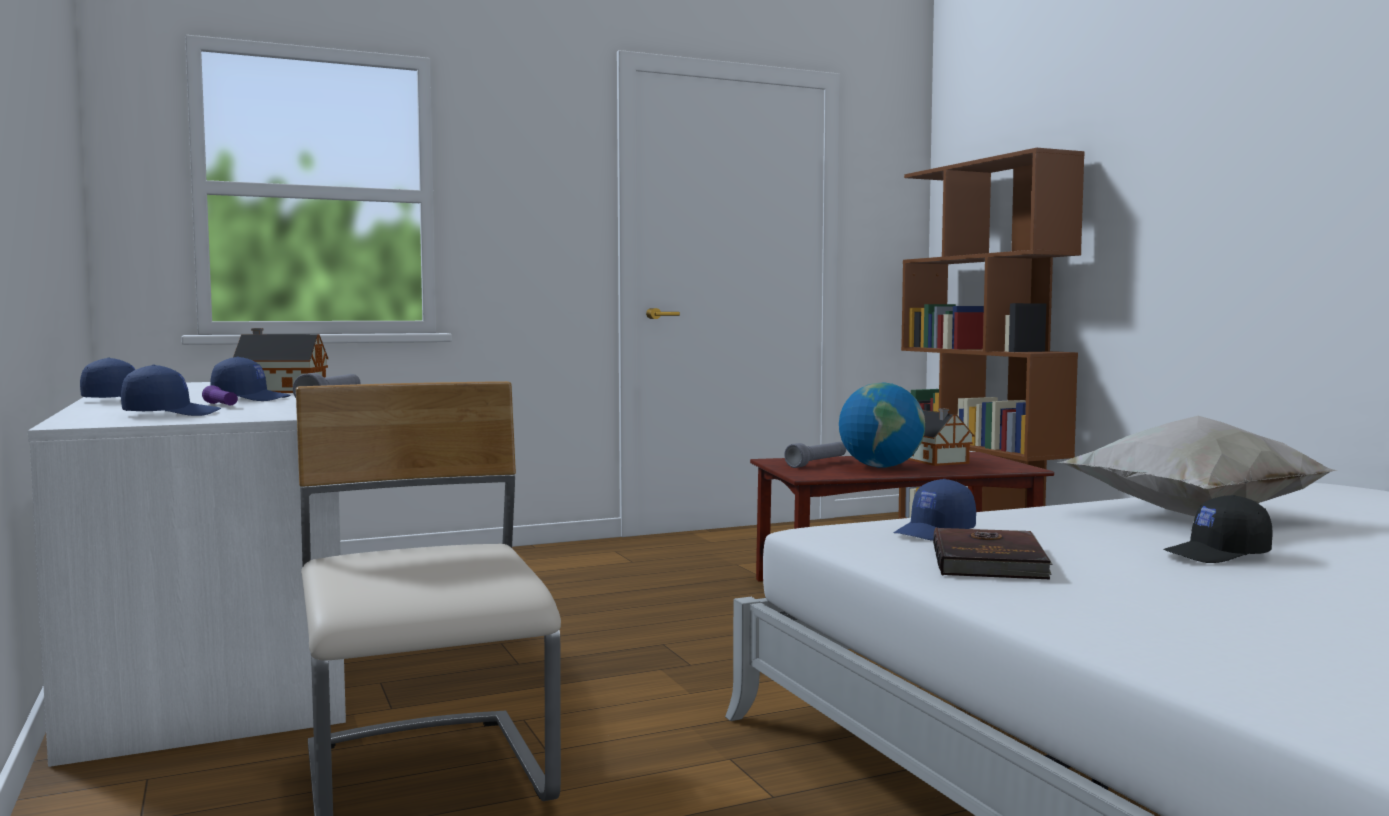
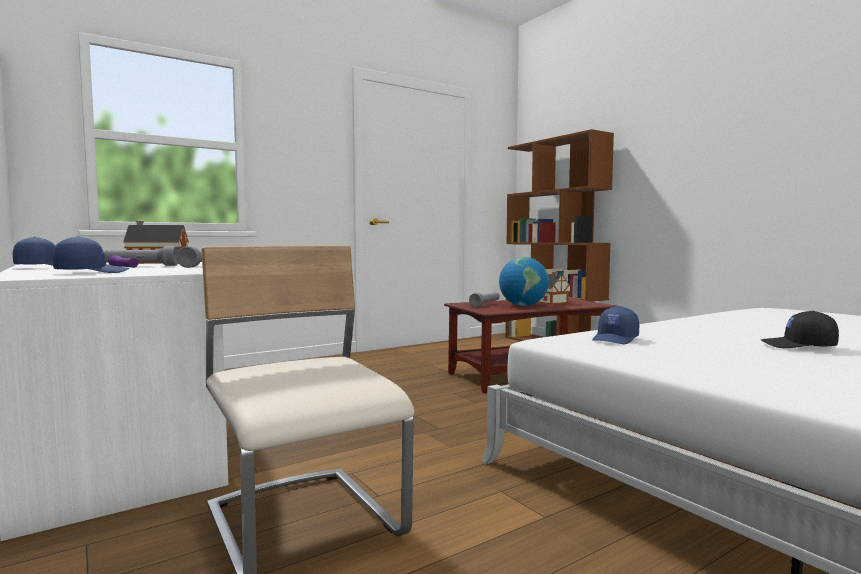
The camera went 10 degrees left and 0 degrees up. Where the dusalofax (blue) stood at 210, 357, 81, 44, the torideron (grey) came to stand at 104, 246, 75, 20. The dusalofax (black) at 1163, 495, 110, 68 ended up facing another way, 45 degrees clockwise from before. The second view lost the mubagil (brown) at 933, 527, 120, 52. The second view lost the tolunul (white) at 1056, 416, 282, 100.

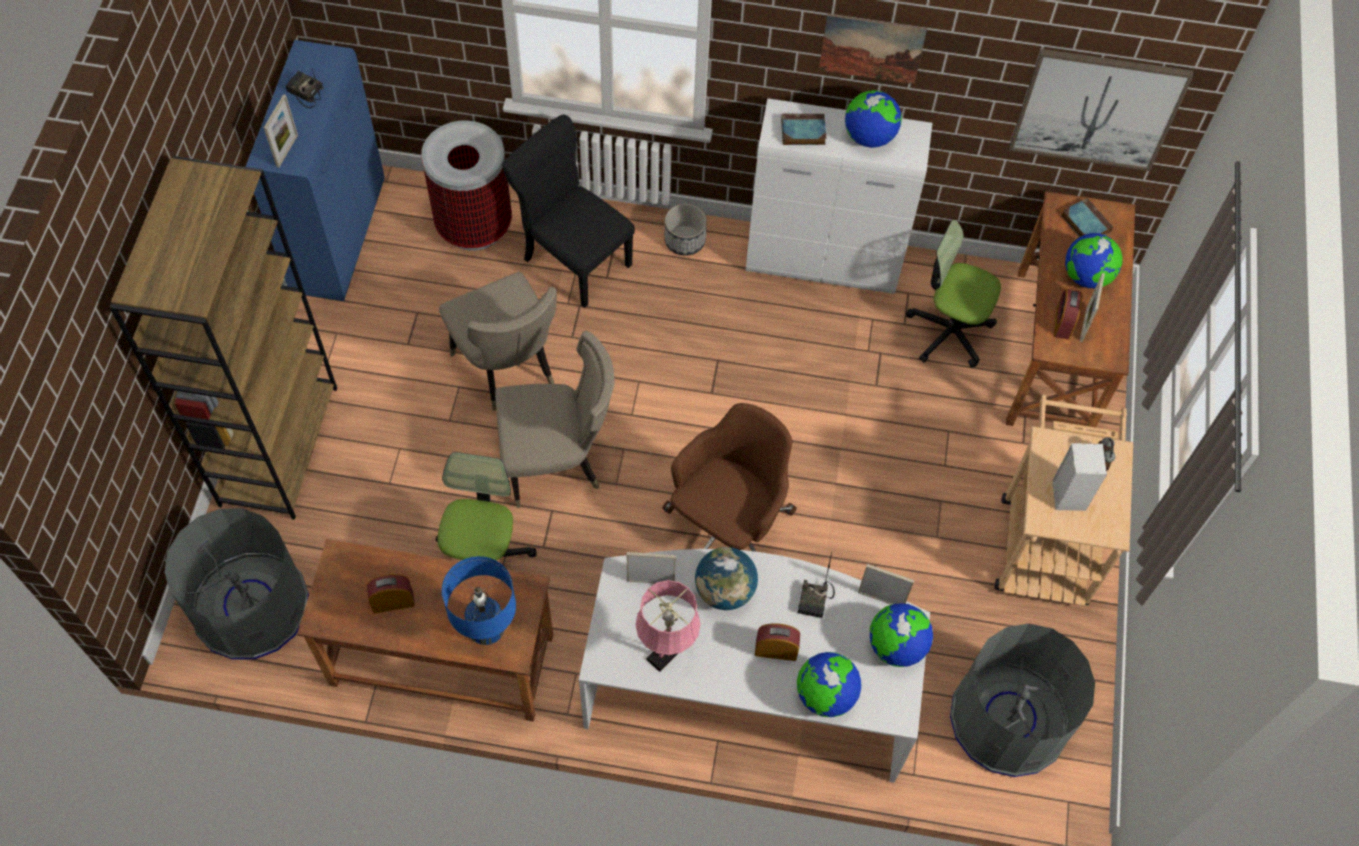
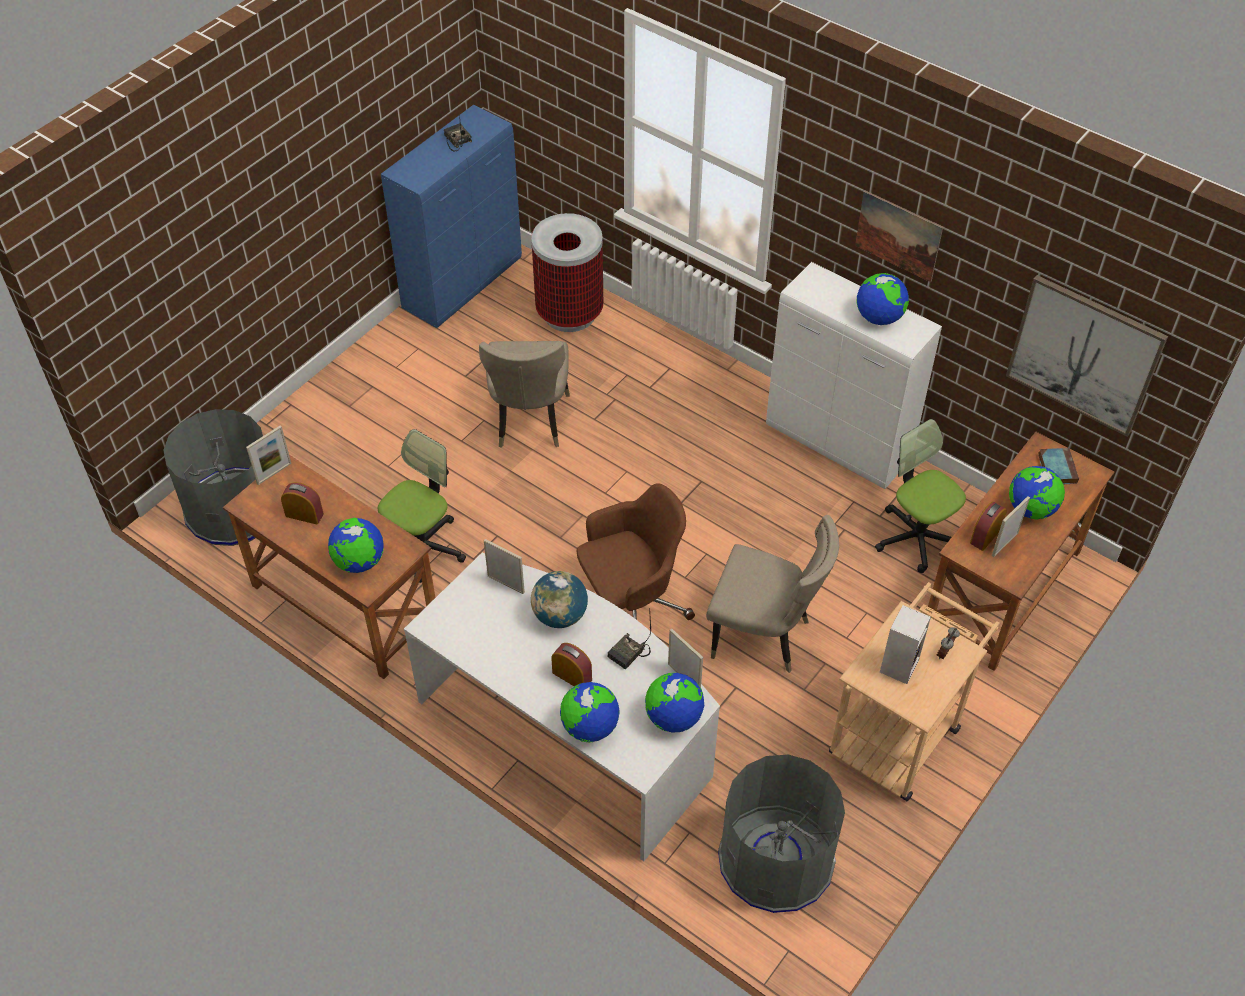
The camera went 30 degrees right and 10 degrees down. The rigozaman ended up elsewhere, having gone from 264, 94, 34, 74 to 246, 426, 45, 59. Where the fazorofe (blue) stood at 442, 556, 74, 89, the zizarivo came to stand at 328, 518, 56, 55. The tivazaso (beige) ended up elsewhere, having gone from 495, 330, 120, 178 to 706, 515, 133, 158. The second view lost the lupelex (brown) at 109, 156, 228, 364. The second view lost the tivazaso (black) at 502, 114, 133, 194. The second view lost the fazorofe (pink) at 636, 580, 65, 92. The second view lost the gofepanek at 664, 204, 43, 52. The second view lost the mubagil at 781, 114, 45, 31.

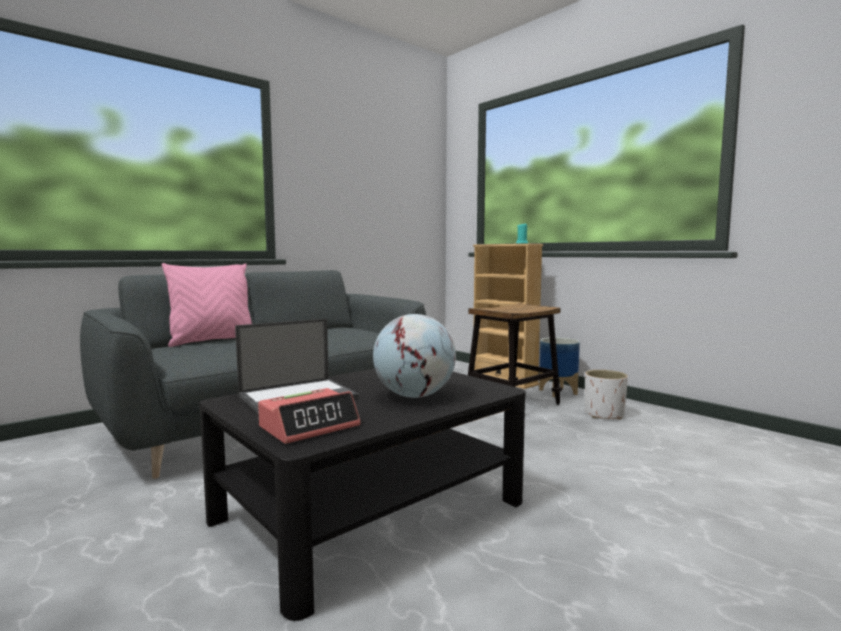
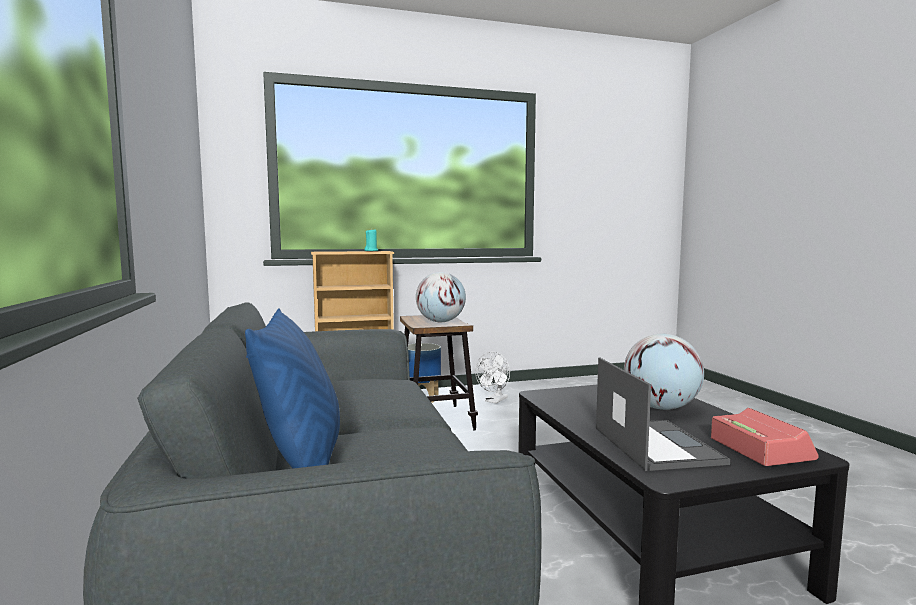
The camera went 65 degrees left and 0 degrees up. What was the tolunul (pink) at 162, 263, 90, 84 turned into the tolunul (blue) at 245, 308, 95, 160. The second view gained the zizarivo at 416, 272, 50, 50. Where the gofepanek (white) stood at 585, 370, 43, 49, the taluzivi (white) came to stand at 475, 352, 35, 52.

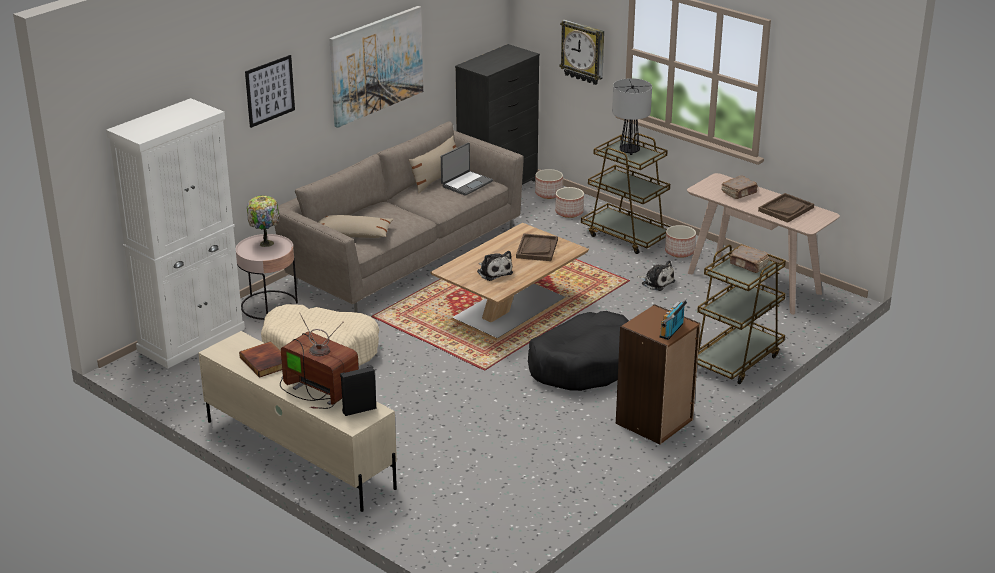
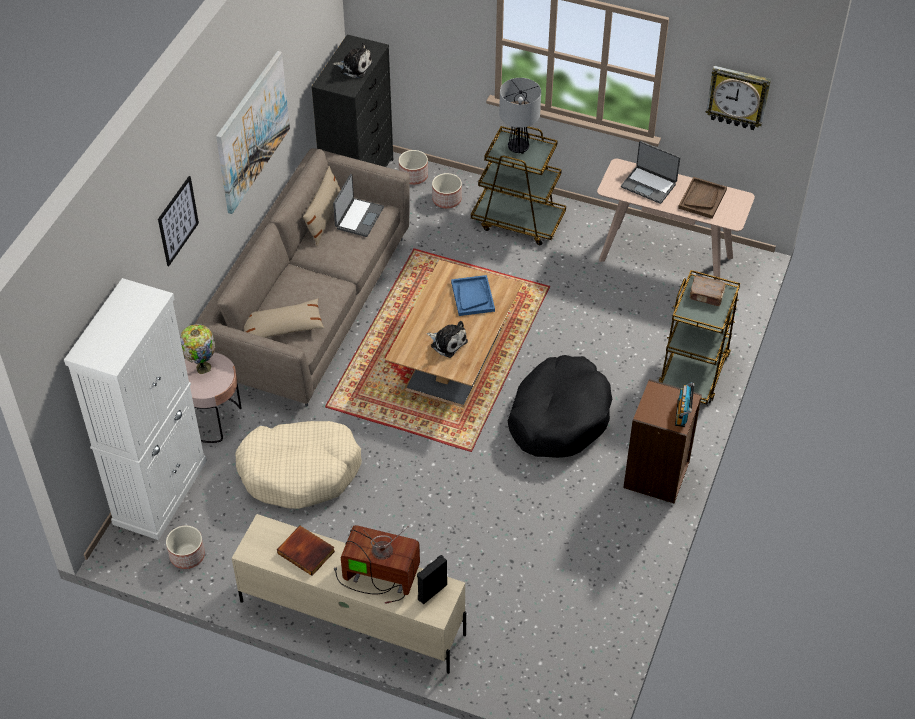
The camera went 20 degrees left and 20 degrees up. The gofepanek ended up elsewhere, having gone from 665, 225, 31, 33 to 166, 526, 39, 43. The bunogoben ended up elsewhere, having gone from 637, 260, 38, 31 to 333, 42, 40, 36. What was the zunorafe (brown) at 516, 234, 42, 27 turned into the zunorafe (blue) at 451, 275, 44, 41. Where the mubagil (brown) stood at 722, 176, 36, 23, the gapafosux came to stand at 621, 141, 59, 63. The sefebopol ended up elsewhere, having gone from 559, 19, 45, 66 to 705, 65, 66, 65.

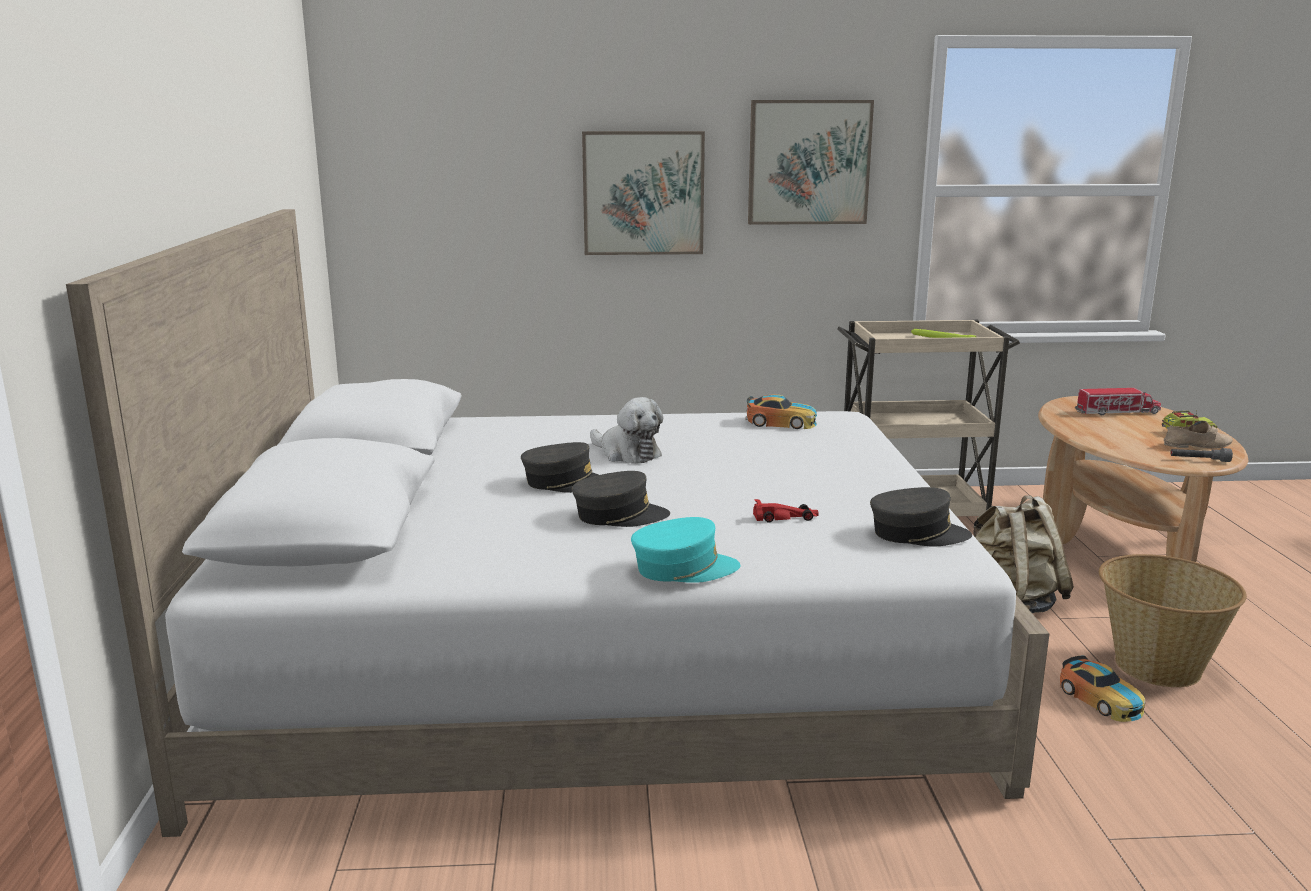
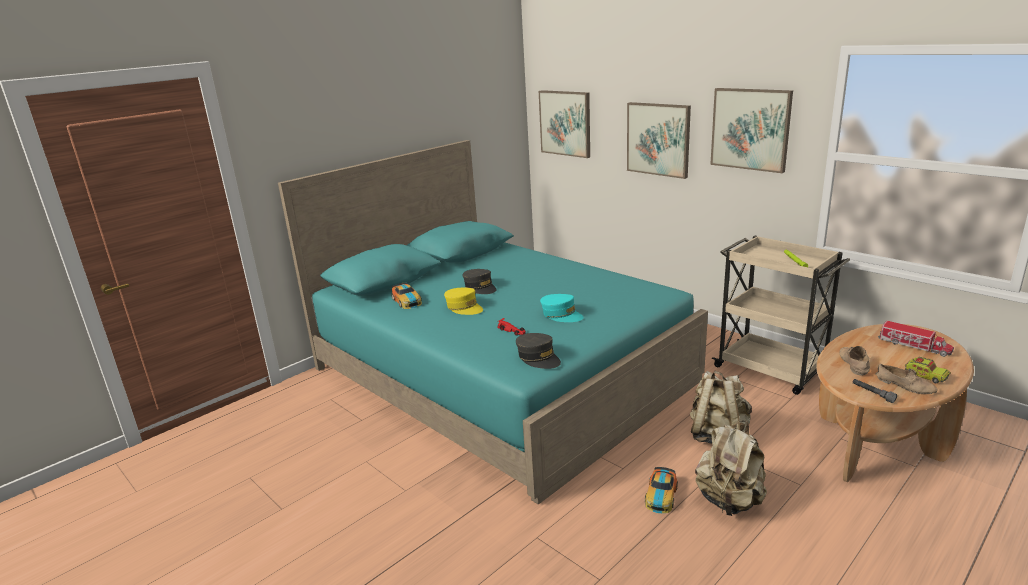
The camera went 50 degrees right and 5 degrees up. What was the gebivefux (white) at 66, 209, 983, 628 turned into the gebivefux (turquoise) at 278, 140, 430, 365. The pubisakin ended up elsewhere, having gone from 745, 394, 72, 35 to 392, 283, 30, 26. What was the dusalofax (grey) at 572, 471, 98, 56 turned into the dusalofax (yellow) at 444, 288, 39, 27. The second view gained the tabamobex at 539, 90, 51, 68. The dusalofax (turquoise) ended up elsewhere, having gone from 631, 517, 109, 66 to 540, 294, 44, 28. Where the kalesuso stood at 1099, 554, 148, 133, the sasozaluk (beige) came to stand at 695, 421, 72, 95. The second view gained the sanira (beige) at 839, 346, 31, 30. The second view lost the bunogoben at 590, 397, 73, 67.

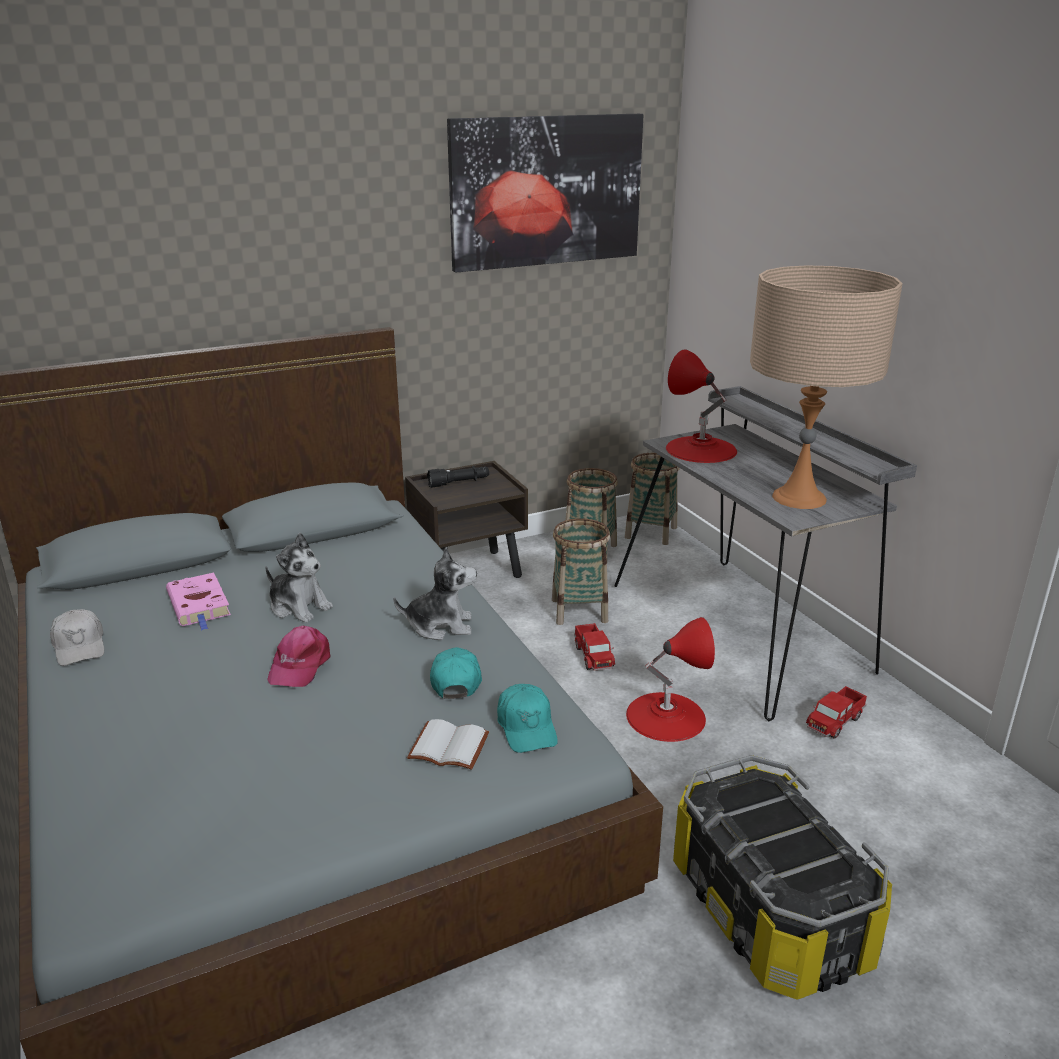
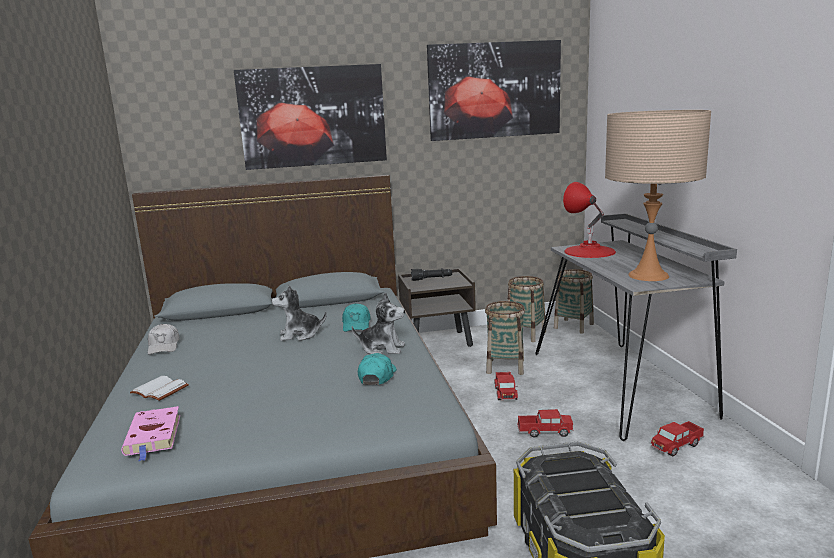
The camera went 15 degrees right and 10 degrees down. The mubagil (pink) ended up elsewhere, having gone from 166, 572, 65, 58 to 121, 406, 59, 56. The mubagil (white) ended up elsewhere, having gone from 407, 719, 82, 51 to 130, 376, 59, 25. The second view gained the tabamobex at 234, 64, 153, 106. The bunogoben at 265, 533, 68, 90 ended up facing another way, 120 degrees clockwise from before. The dusalofax (turquoise) ended up elsewhere, having gone from 497, 684, 61, 69 to 342, 303, 28, 29. Where the fazorofe (red) stood at 626, 617, 89, 125, the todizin came to stand at 517, 409, 57, 28. The second view lost the dusalofax (pink) at 267, 626, 64, 61.

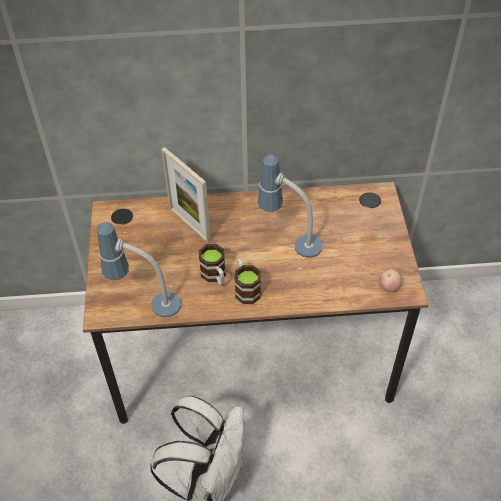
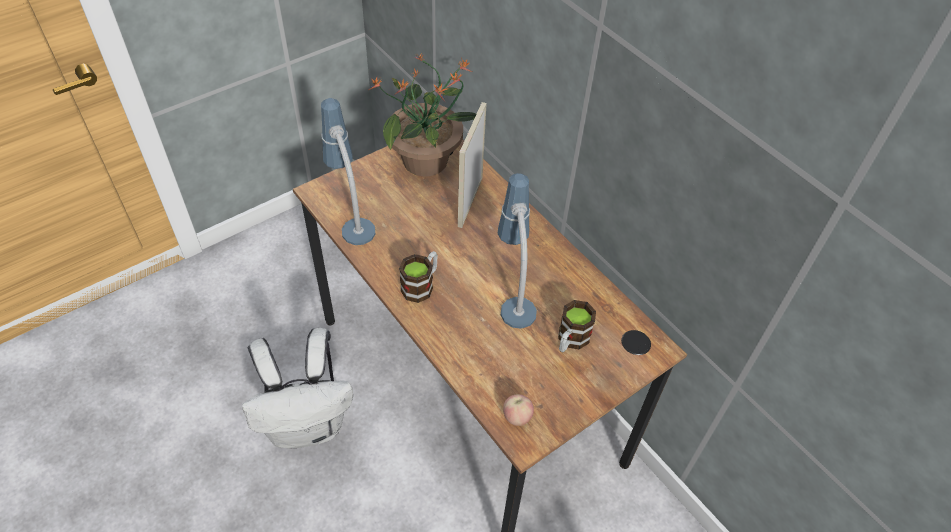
The camera went 55 degrees right and 0 degrees up. The second view gained the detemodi at 369, 54, 107, 122. The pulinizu ended up elsewhere, having gone from 199, 244, 26, 42 to 558, 300, 38, 52.

